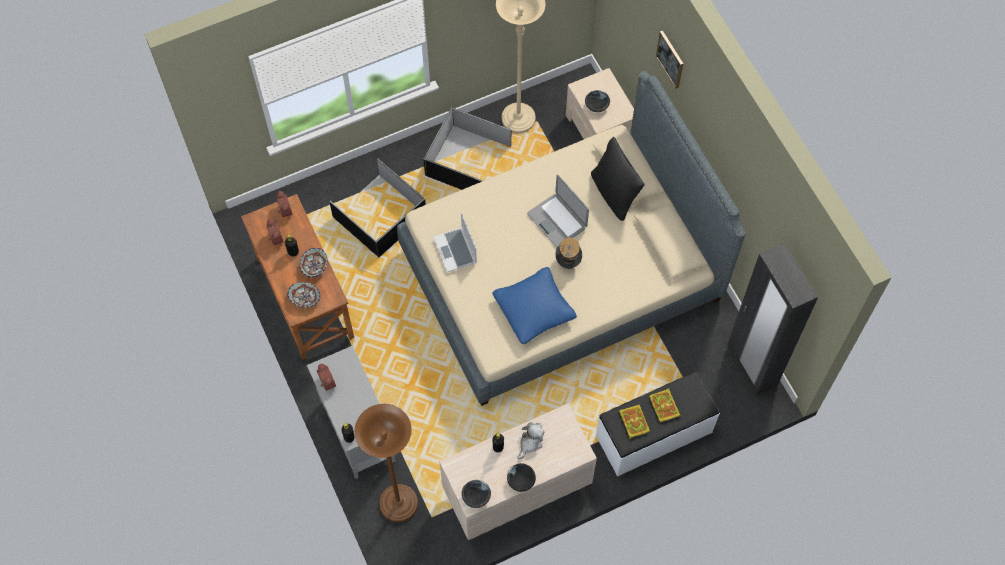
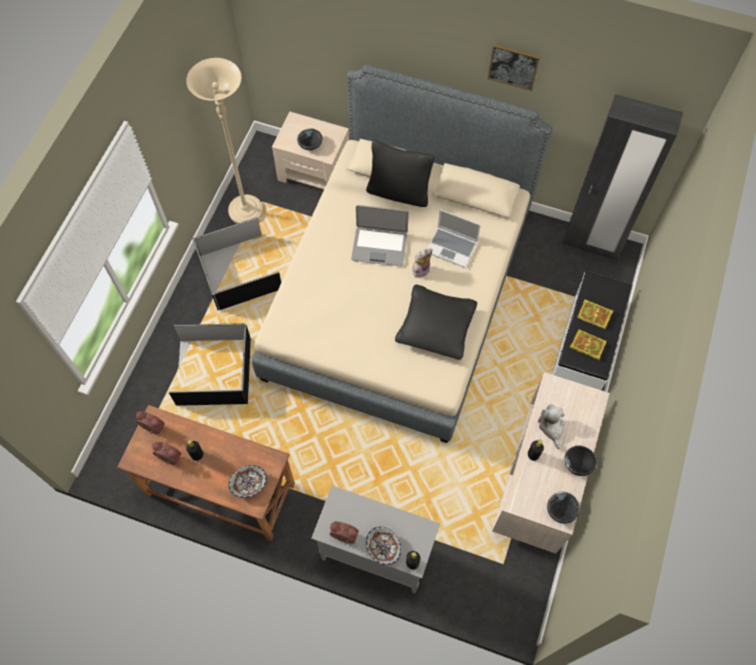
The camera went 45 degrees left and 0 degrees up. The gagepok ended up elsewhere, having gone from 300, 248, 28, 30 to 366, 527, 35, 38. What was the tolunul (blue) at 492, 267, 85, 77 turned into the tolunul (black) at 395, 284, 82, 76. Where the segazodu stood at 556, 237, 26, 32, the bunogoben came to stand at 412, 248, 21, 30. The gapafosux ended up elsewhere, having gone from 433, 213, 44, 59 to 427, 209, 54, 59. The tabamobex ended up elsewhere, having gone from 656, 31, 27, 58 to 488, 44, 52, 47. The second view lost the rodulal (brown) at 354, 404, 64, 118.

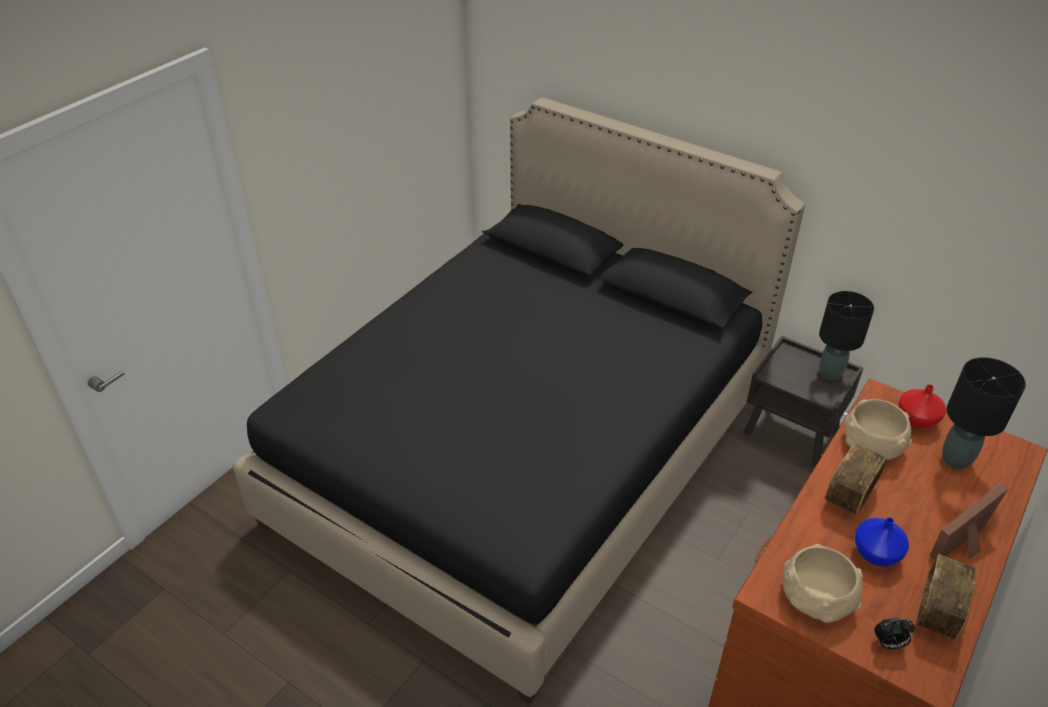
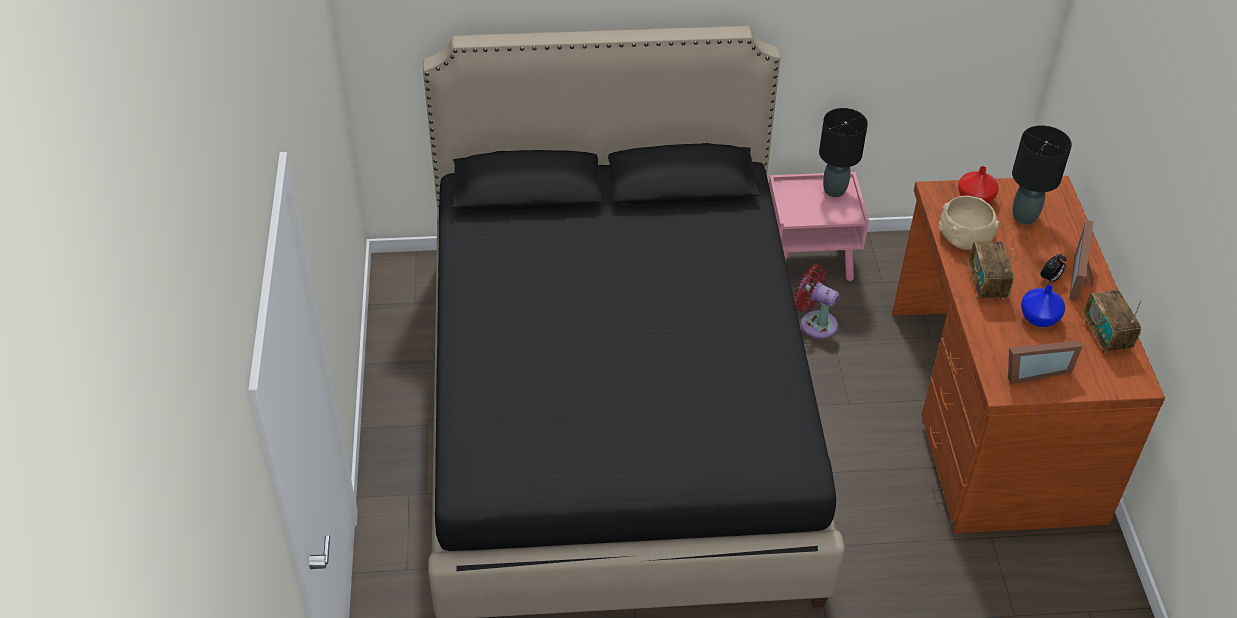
The camera went 40 degrees left and 5 degrees up. What was the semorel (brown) at 744, 336, 119, 130 turned into the semorel (pink) at 769, 172, 100, 109. The second view gained the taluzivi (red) at 794, 265, 46, 74. Where the gagepok (beige) stood at 783, 544, 80, 79, the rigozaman came to stand at 1008, 341, 75, 43. The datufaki ended up elsewhere, having gone from 874, 618, 41, 31 to 1040, 253, 27, 30.

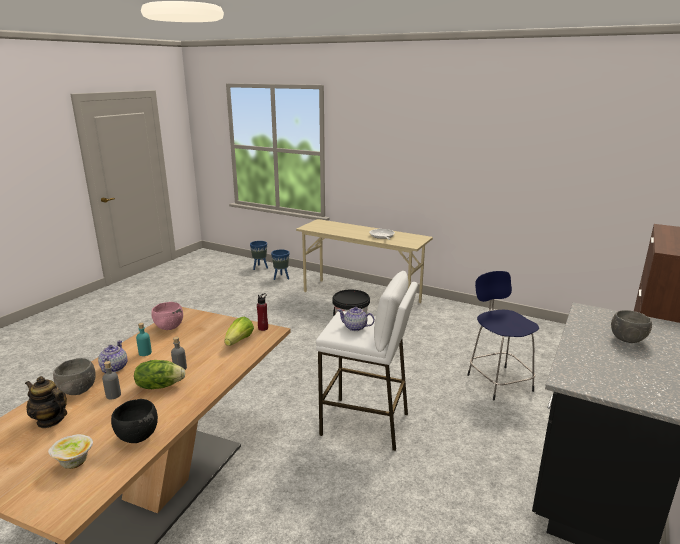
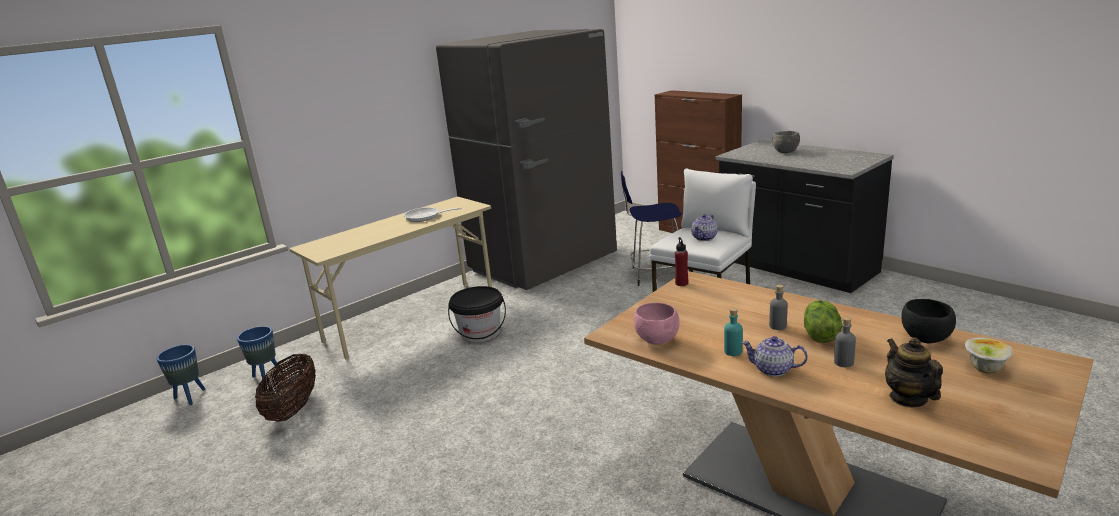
The camera went 70 degrees left and 0 degrees up. The second view gained the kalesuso at 255, 353, 61, 69. The second view gained the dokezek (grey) at 436, 29, 181, 261. The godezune at 25, 376, 42, 52 ended up facing another way, 120 degrees clockwise from before. The second view lost the gagepok (grey) at 53, 358, 43, 37. The second view lost the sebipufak at 224, 317, 30, 29.

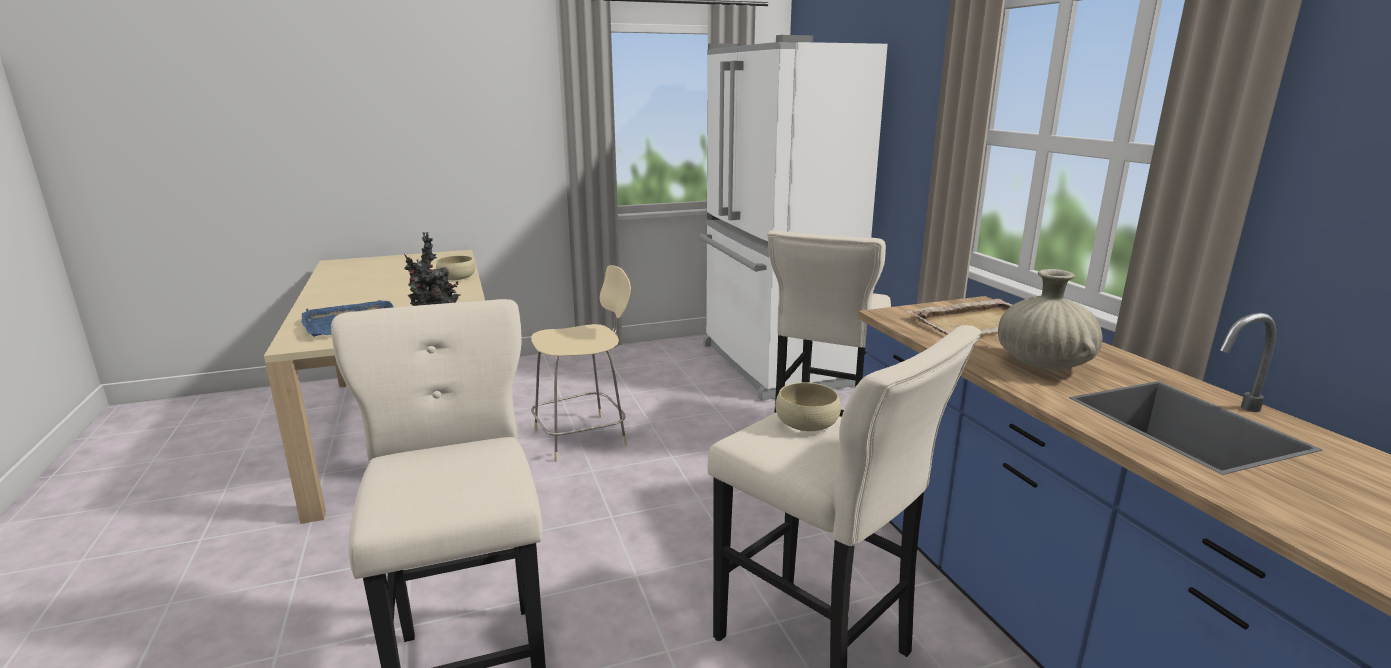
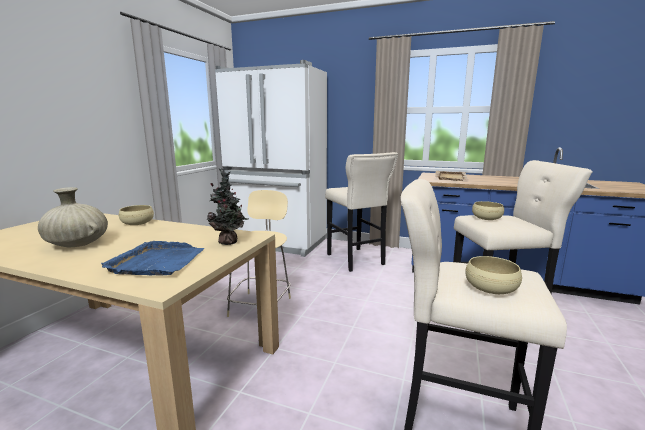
The camera went 50 degrees left and 5 degrees down. The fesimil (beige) ended up elsewhere, having gone from 998, 269, 104, 101 to 38, 187, 70, 60. The second view gained the gagepok (beige) at 465, 256, 57, 38.

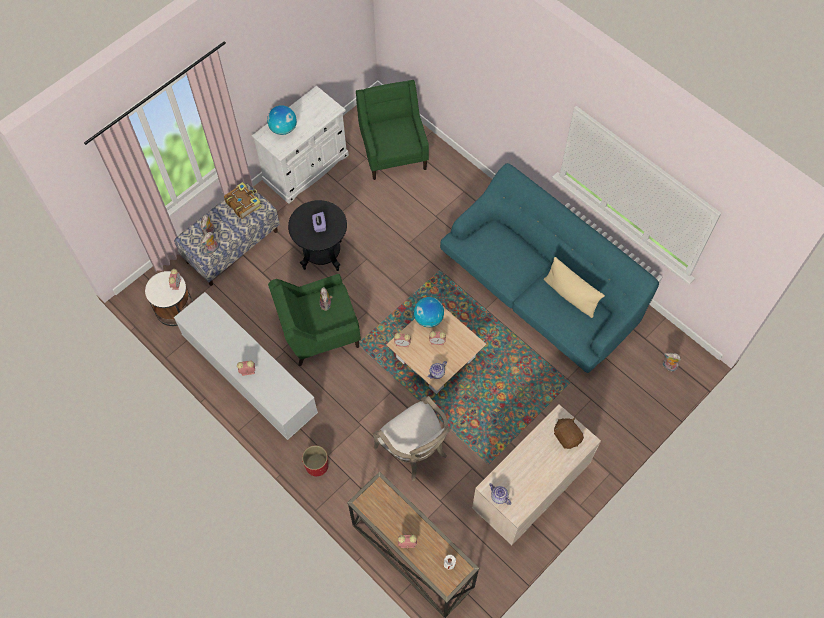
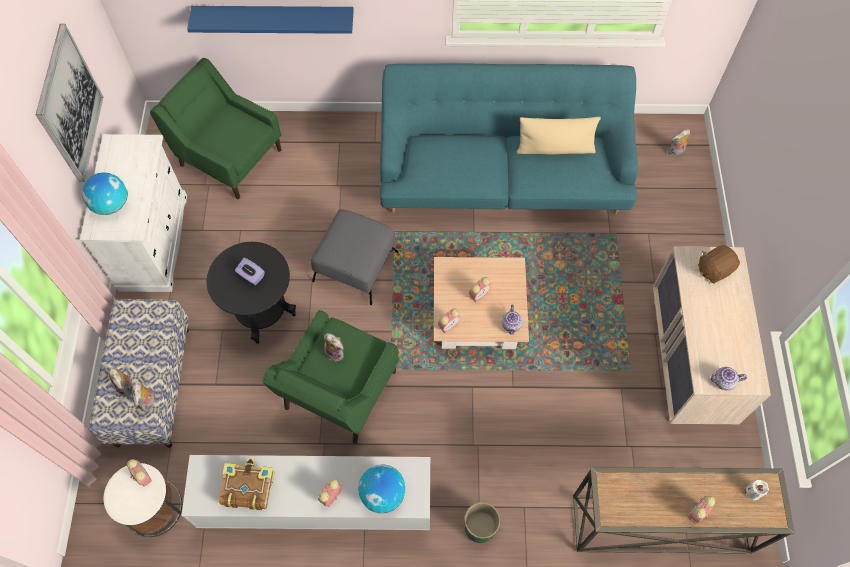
The camera went 45 degrees left and 0 degrees up. The second view gained the tabamobex at 36, 24, 67, 158. The second view gained the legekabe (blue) at 187, 6, 167, 28. The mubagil ended up elsewhere, having gone from 224, 182, 38, 37 to 219, 458, 56, 52. The second view gained the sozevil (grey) at 311, 209, 88, 96. The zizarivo ended up elsewhere, having gone from 414, 297, 30, 31 to 358, 464, 47, 49. What was the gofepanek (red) at 302, 445, 27, 31 turned into the gofepanek (green) at 464, 502, 36, 41. The bunogoben (brown) at 554, 417, 30, 32 ended up facing another way, 45 degrees counterclockwise from before. The second view lost the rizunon at 373, 396, 78, 85.

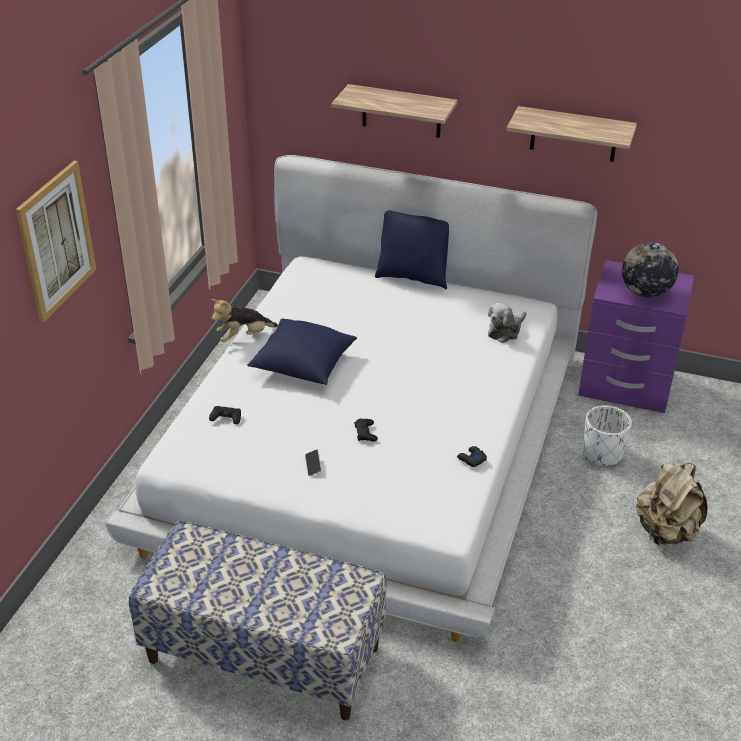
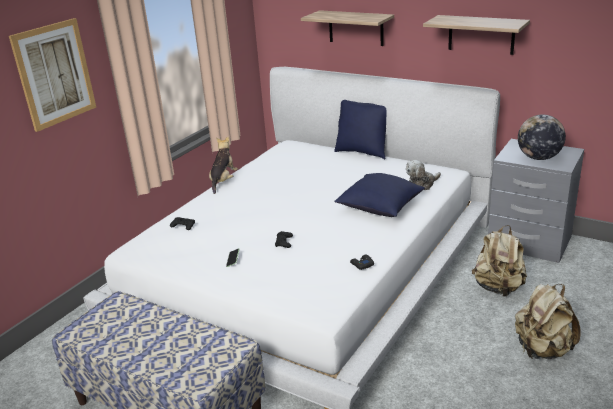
The camera went 15 degrees right and 10 degrees down. The bunogoben at 211, 299, 67, 43 ended up facing another way, 120 degrees clockwise from before. The tolunul (blue) ended up elsewhere, having gone from 247, 318, 110, 67 to 334, 173, 91, 44. Where the gofepanek (white) stood at 583, 405, 49, 61, the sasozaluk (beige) came to stand at 472, 225, 55, 72. What was the semorel (purple) at 578, 260, 116, 153 turned into the semorel (grey) at 488, 139, 96, 124.

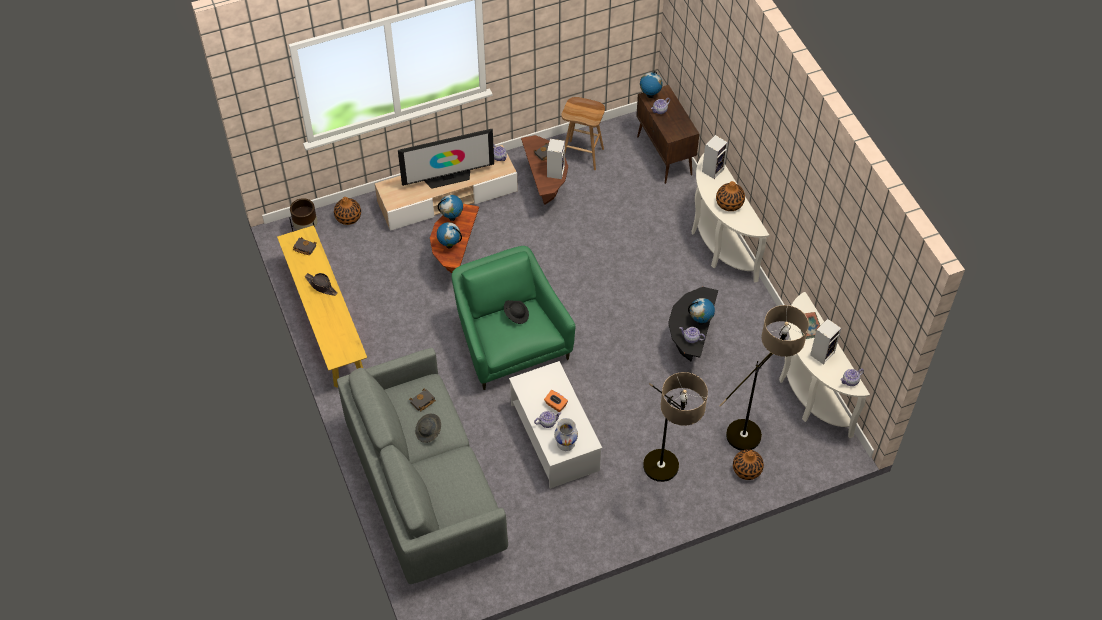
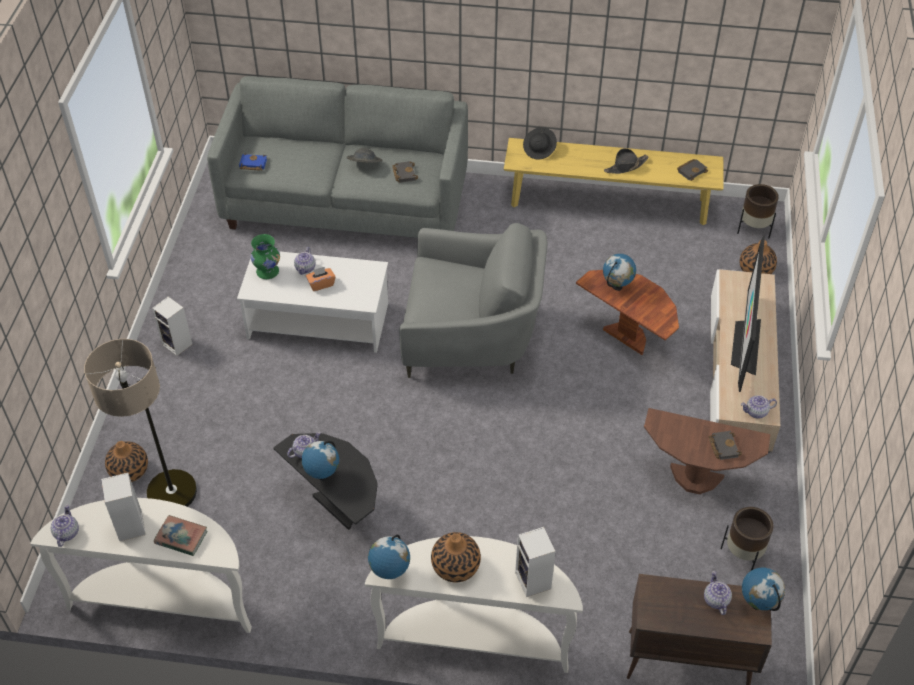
The camera went 120 degrees right and 5 degrees down. The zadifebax ended up elsewhere, having gone from 547, 139, 18, 40 to 152, 296, 40, 60. The second view gained the mubagil (blue) at 239, 153, 28, 17. What was the fesimil (white) at 554, 418, 24, 33 turned into the fesimil (green) at 250, 234, 30, 45. The zizarivo ended up elsewhere, having gone from 438, 195, 25, 26 to 368, 535, 42, 44. What was the rizunon (green) at 452, 246, 123, 144 turned into the rizunon (grey) at 399, 223, 148, 155. The segazodu (black) ended up elsewhere, having gone from 504, 300, 25, 24 to 523, 127, 34, 33. Where the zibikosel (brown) stood at 561, 97, 44, 73, the gofepanek (brown) came to stand at 721, 507, 53, 64. The second view lost the rodulal at 643, 372, 65, 110.

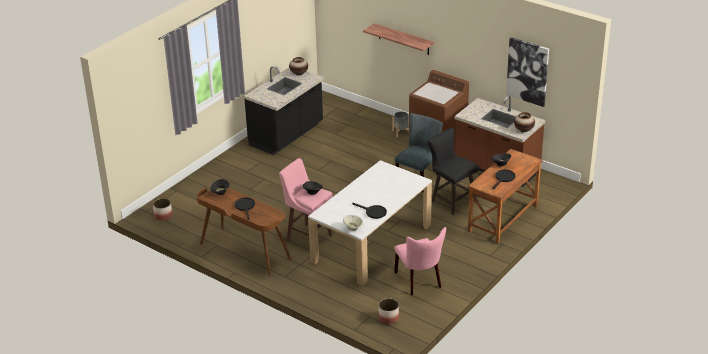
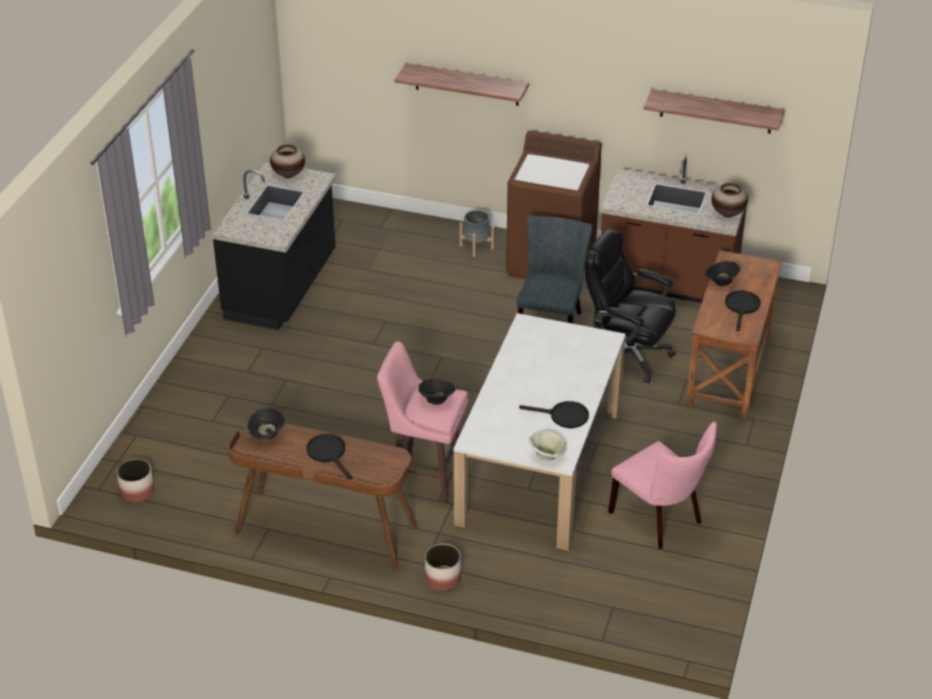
The camera went 20 degrees left and 5 degrees up. The gofepanek ended up elsewhere, having gone from 378, 298, 21, 26 to 425, 544, 36, 47. Where the zibikosel (black) stood at 427, 128, 52, 87, the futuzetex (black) came to stand at 585, 229, 91, 154. Where the tabamobex hung at 506, 37, 43, 70, the legekabe came to hang at 643, 89, 142, 45.

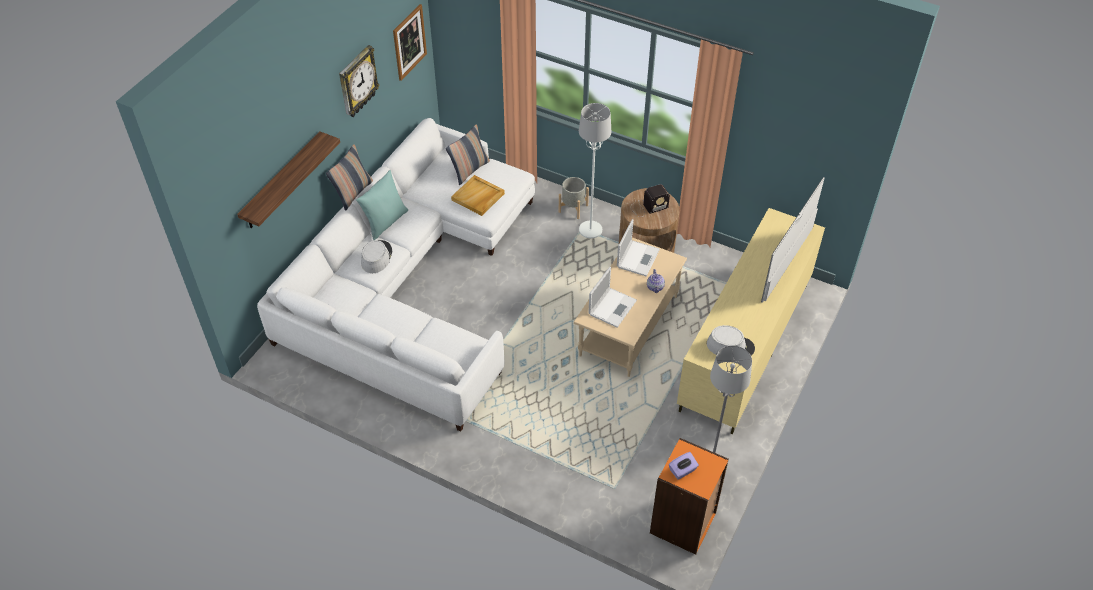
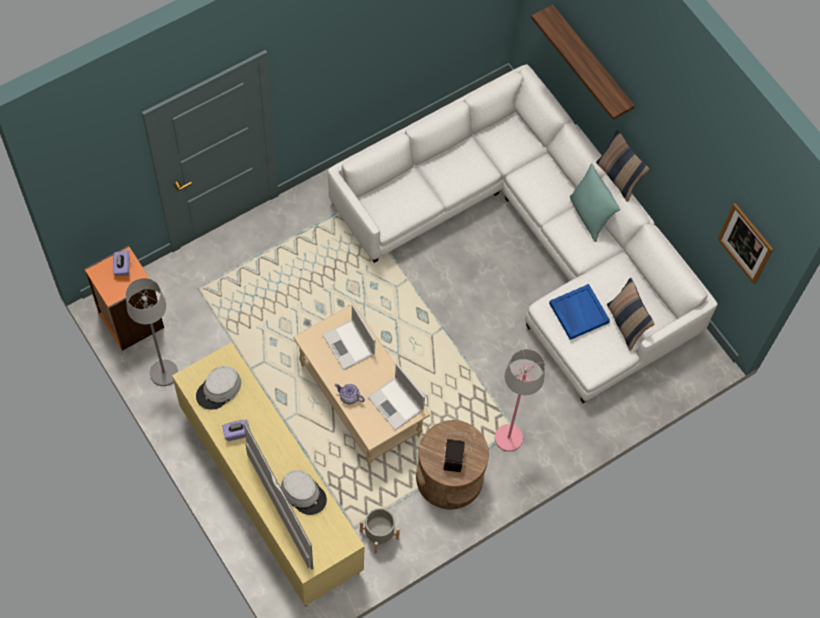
The camera went 115 degrees right and 15 degrees up. The second view gained the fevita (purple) at 222, 420, 28, 21. The segazodu (grey) ended up elsewhere, having gone from 361, 240, 31, 33 to 281, 470, 46, 45. The gofepanek (grey) ended up elsewhere, having gone from 559, 177, 30, 42 to 360, 506, 40, 48. What was the rodulal (white) at 579, 103, 32, 136 turned into the rodulal (pink) at 495, 349, 50, 103. What was the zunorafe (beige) at 451, 175, 54, 41 turned into the zunorafe (blue) at 549, 284, 61, 56. The second view lost the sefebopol at 339, 45, 41, 72.

